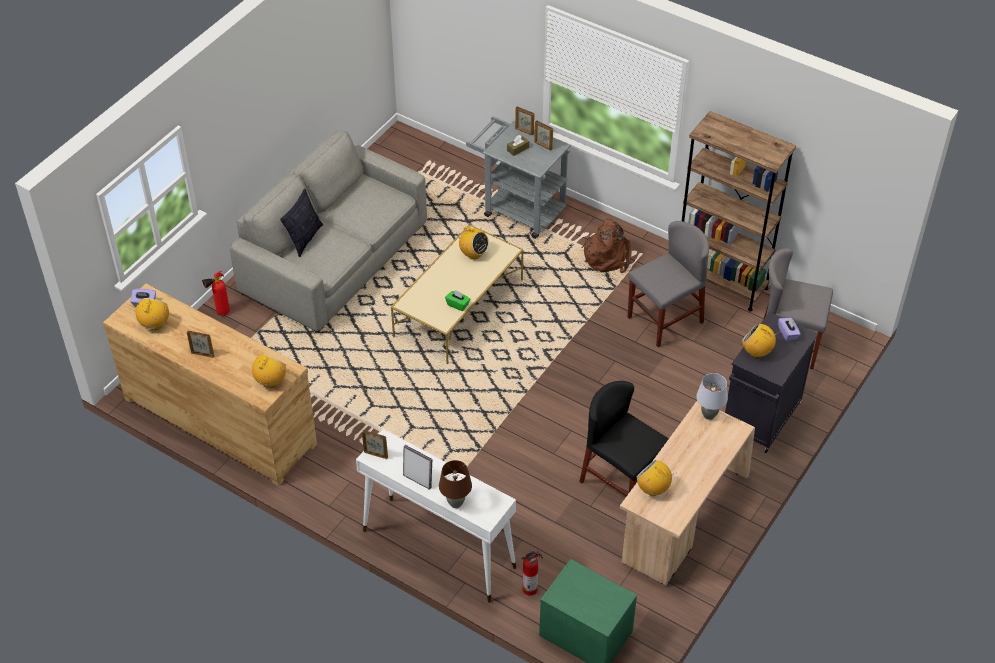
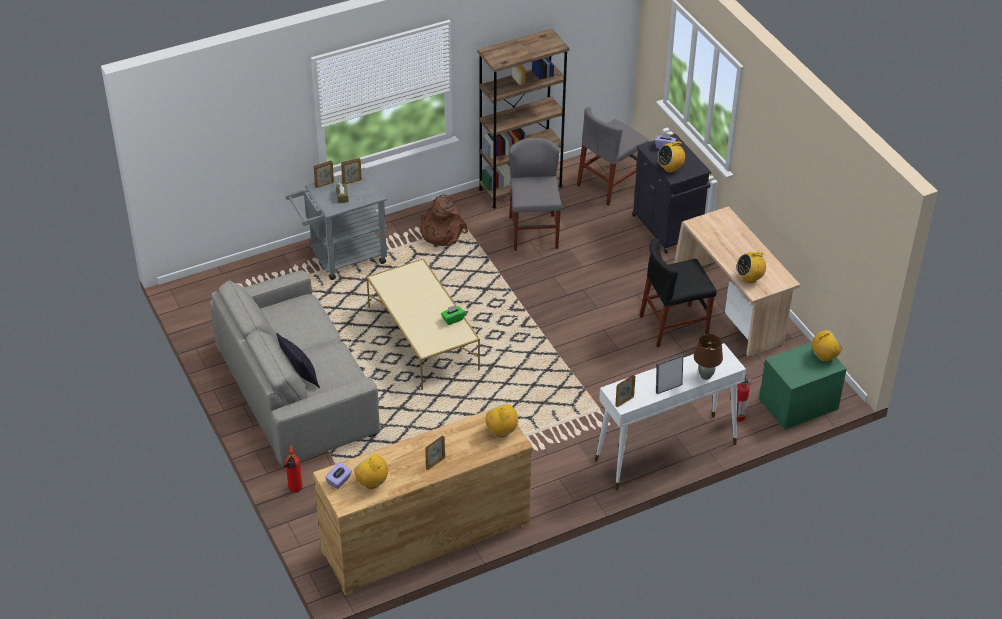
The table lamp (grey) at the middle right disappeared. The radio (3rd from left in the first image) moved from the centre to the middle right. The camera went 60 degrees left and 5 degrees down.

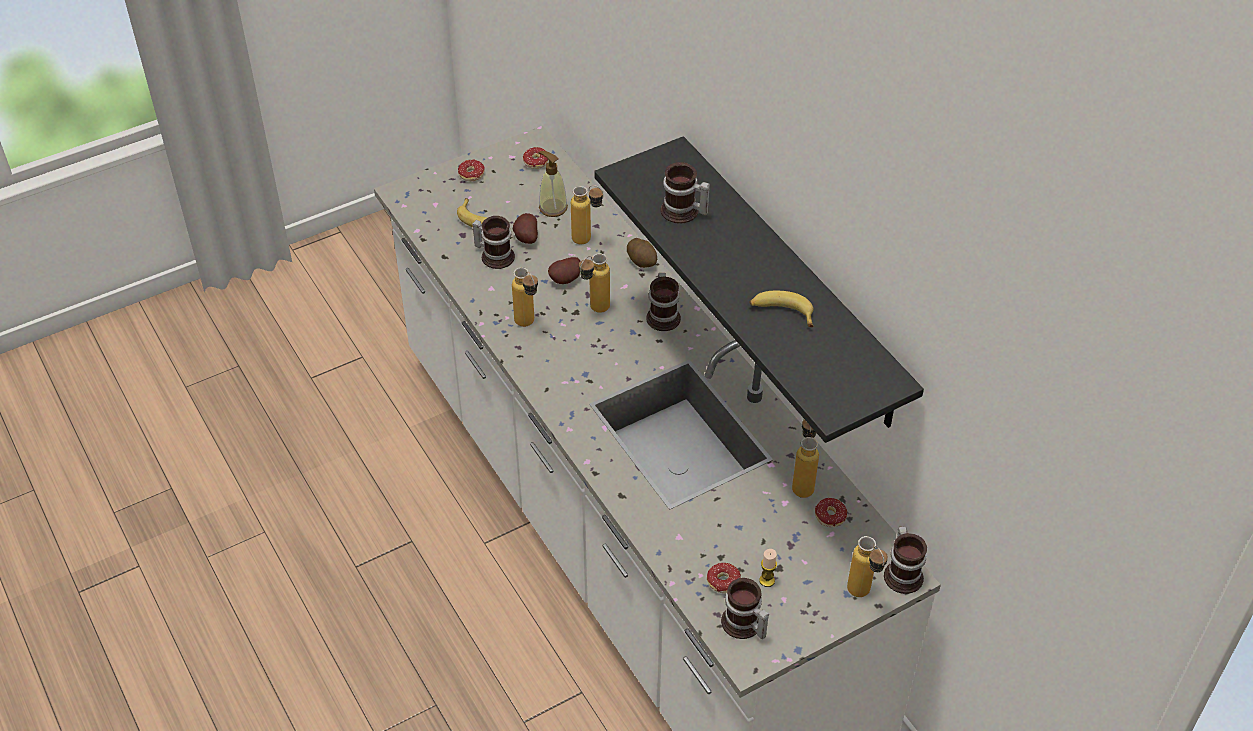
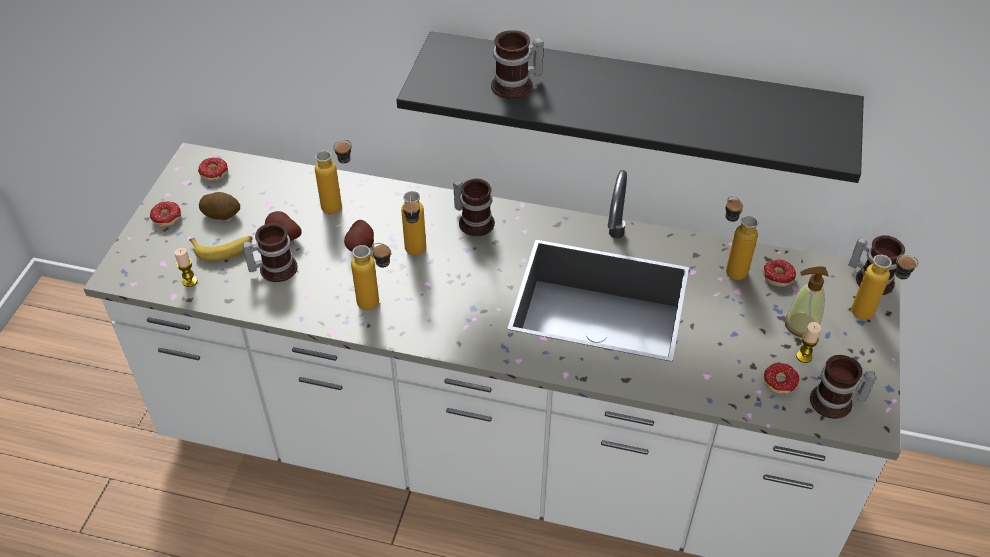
The banana (2nd from left) at the centre disappeared. The candle (1st from left) at the middle left appeared. The soap dispenser moved from the top centre to the middle right. The potato (3rd from left in the first image) moved from the centre to the middle left. The camera went 45 degrees left and 0 degrees up.

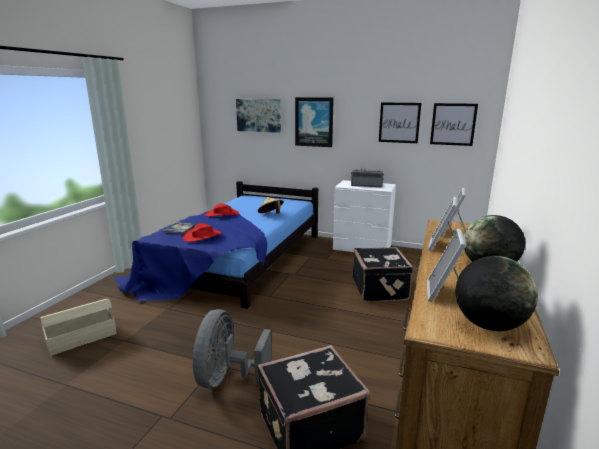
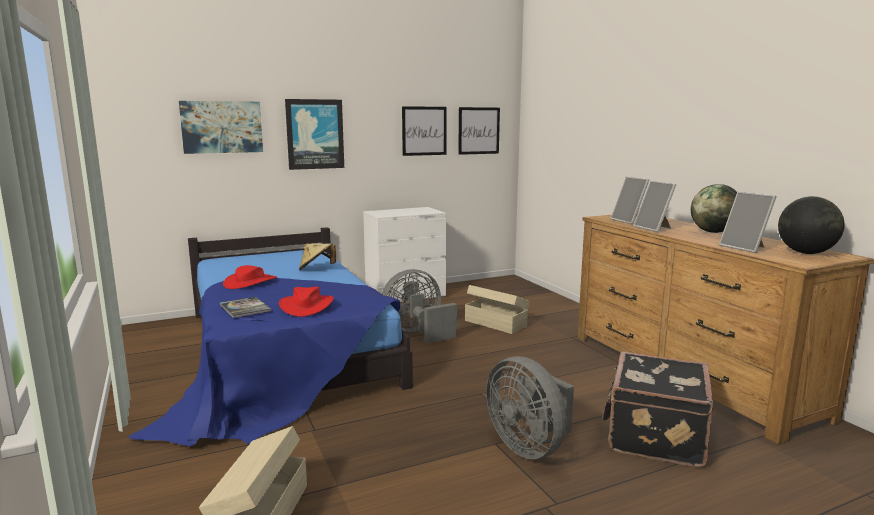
The radio at the centre disappeared. The fan (grey) (1st from left) at the centre appeared. The suitcase (black) (2nd from left) at the centre was replaced by the storage box (beige) (2nd from left) at the centre. The camera went 45 degrees left and 5 degrees down.

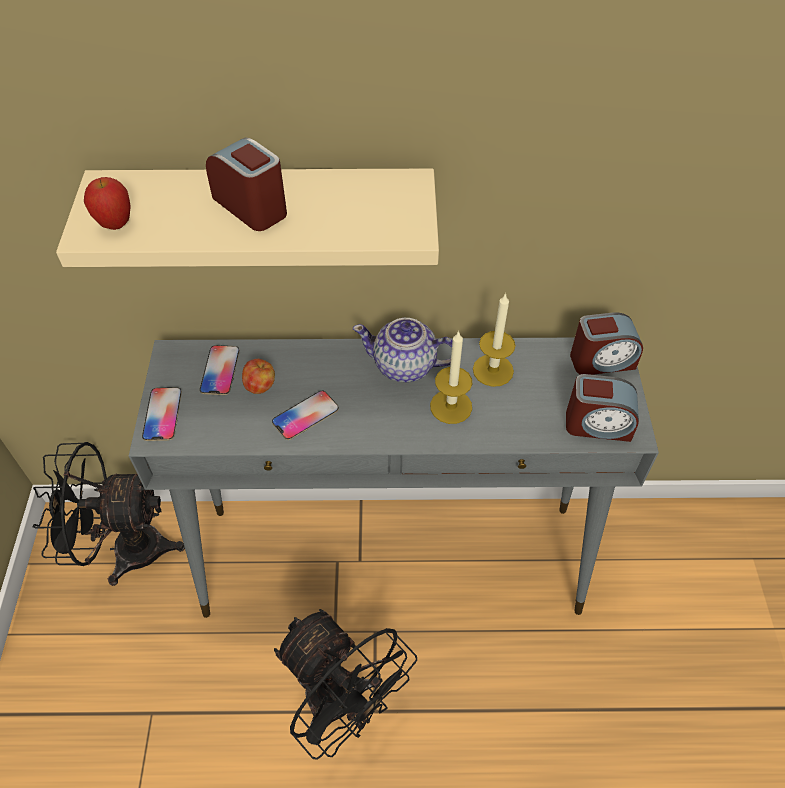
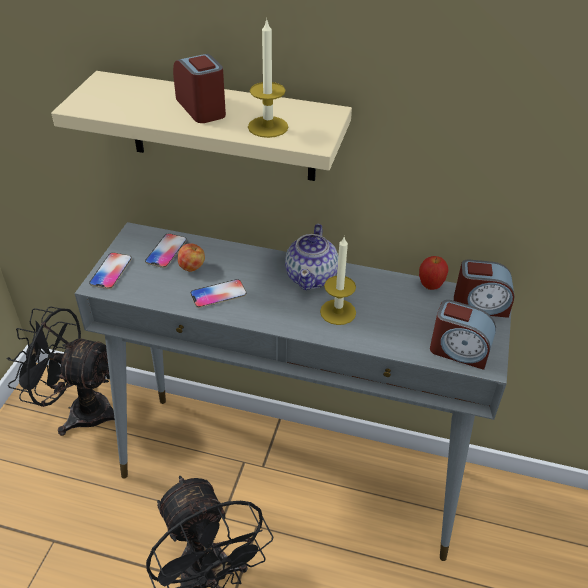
The apple (1st from left in the first image) moved from the top left to the middle right. The candle (2nd from left in the first image) moved from the centre to the top centre. The teapot at the centre turned 105 degrees counterclockwise. The camera went 15 degrees right and 10 degrees down.

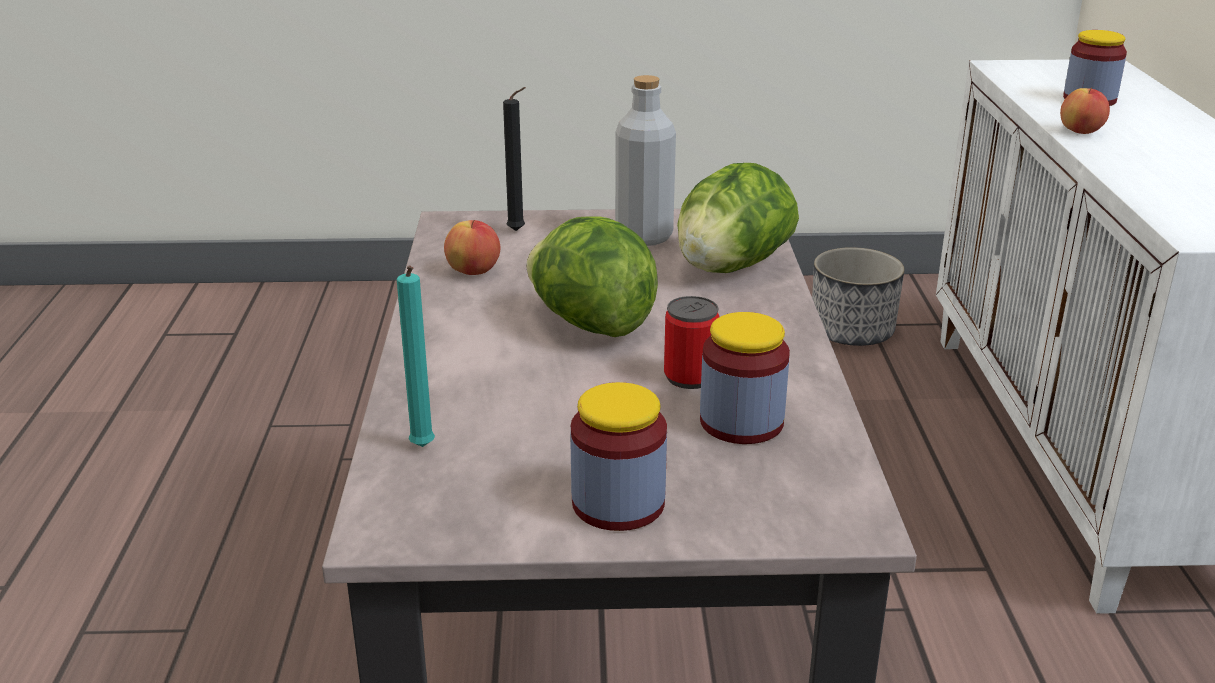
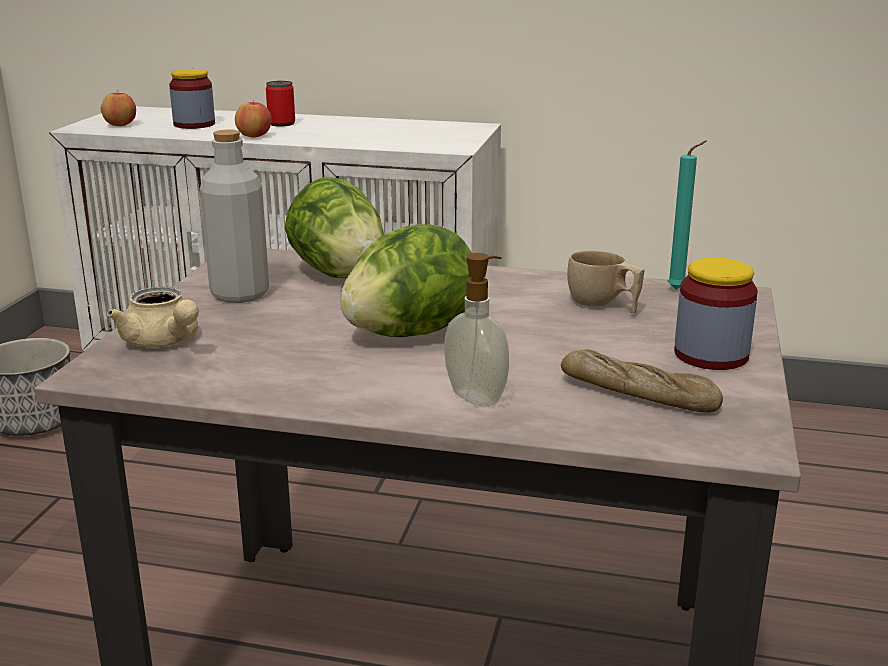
The soap dispenser at the centre appeared. The bread at the middle right appeared. The candle (turquoise) moved from the centre to the top right. The apple (1st from left) moved from the centre to the top left. The can moved from the centre to the top left. The candle (black) at the top centre was replaced by the teapot (beige) at the middle left. The jar (2nd from left) at the centre was replaced by the cup (beige) at the middle right. The camera went 75 degrees left and 5 degrees down.

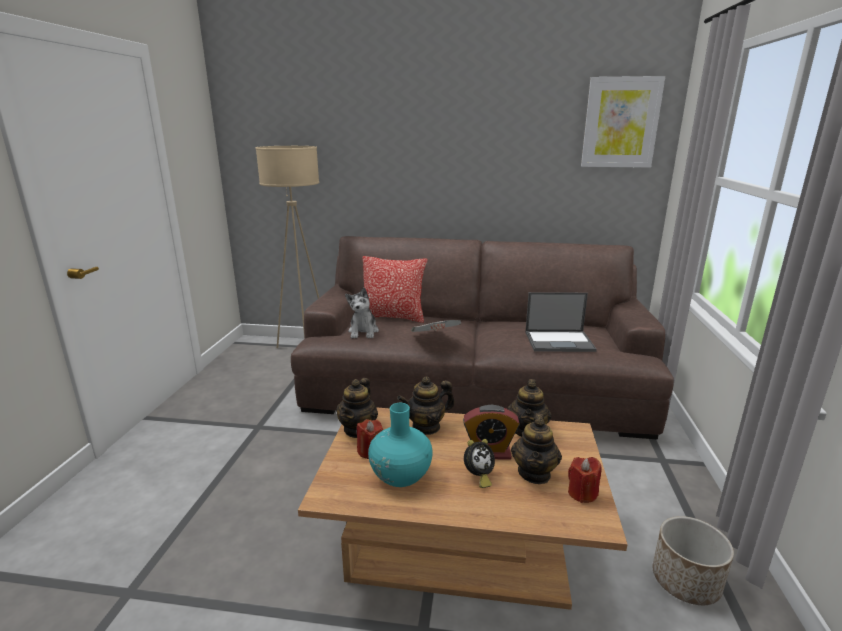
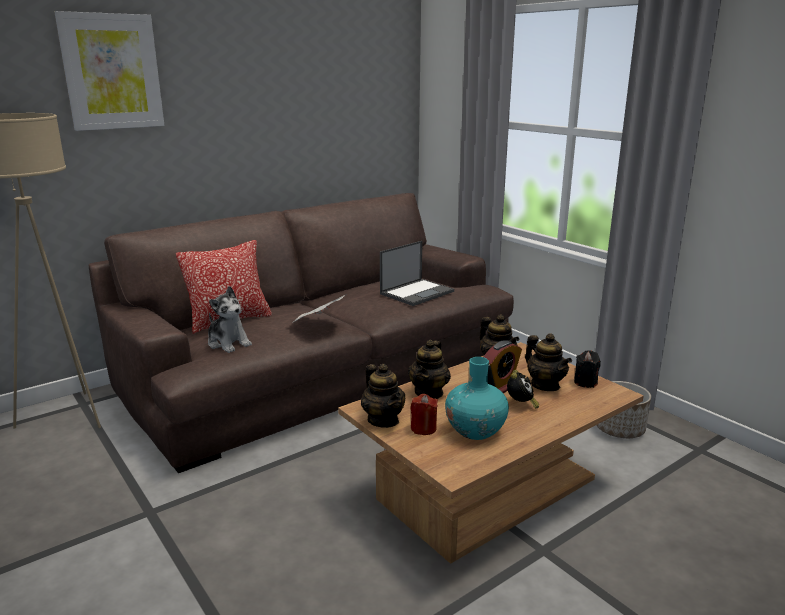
The picture moved from the top right to the top left. The candle (red) (2nd from left) at the bottom right became the candle (black) at the middle right. The camera went 45 degrees left and 0 degrees up.

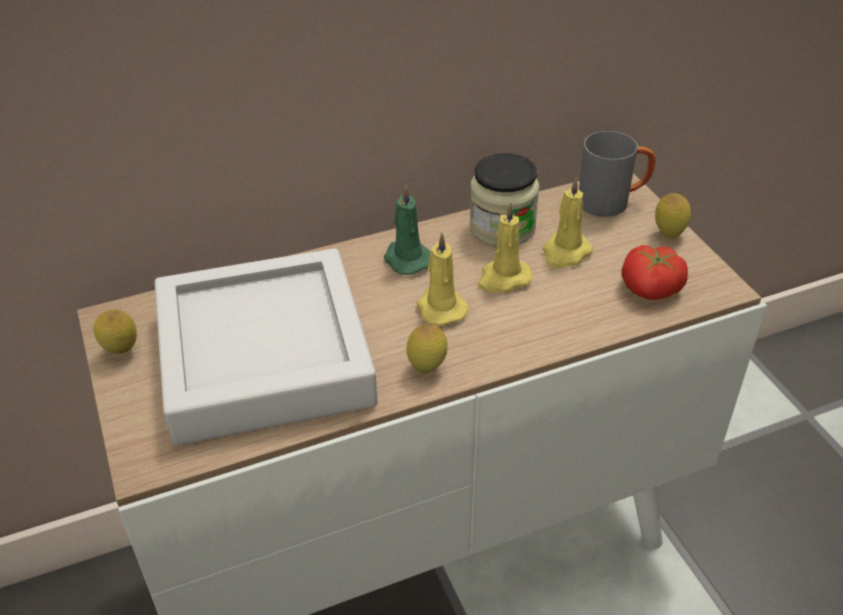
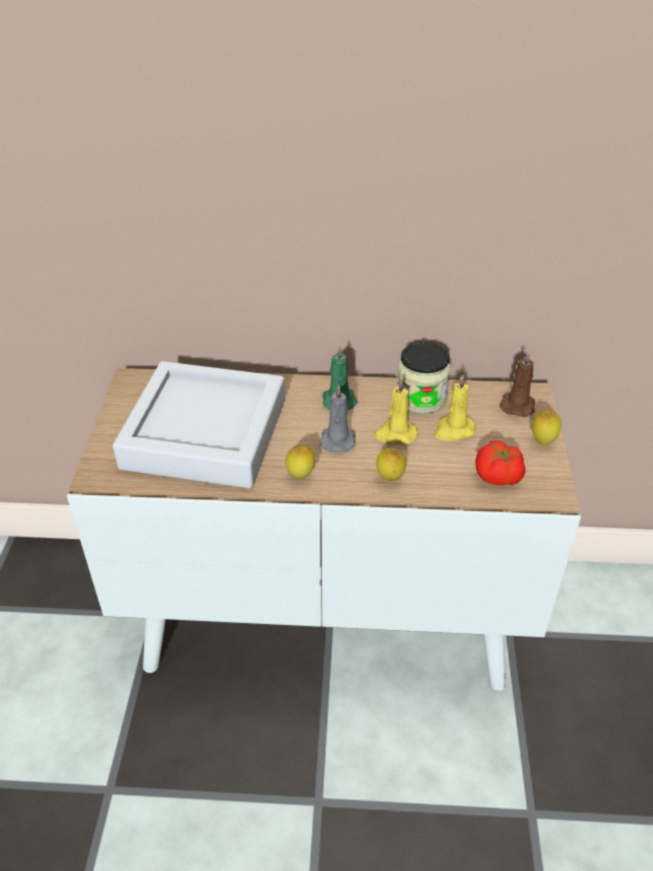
The lemon (1st from left in the first image) moved from the middle left to the centre. The mug (grey) at the top right was replaced by the candle (brown) at the middle right. The candle (yellow) (1st from left) at the centre became the candle (grey) at the centre. The camera went 25 degrees right and 0 degrees up.

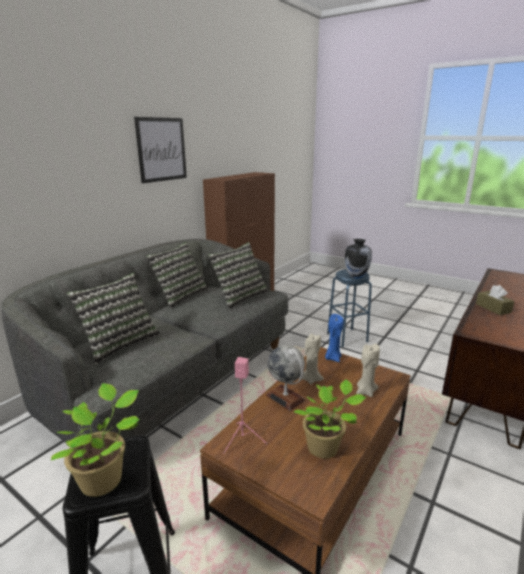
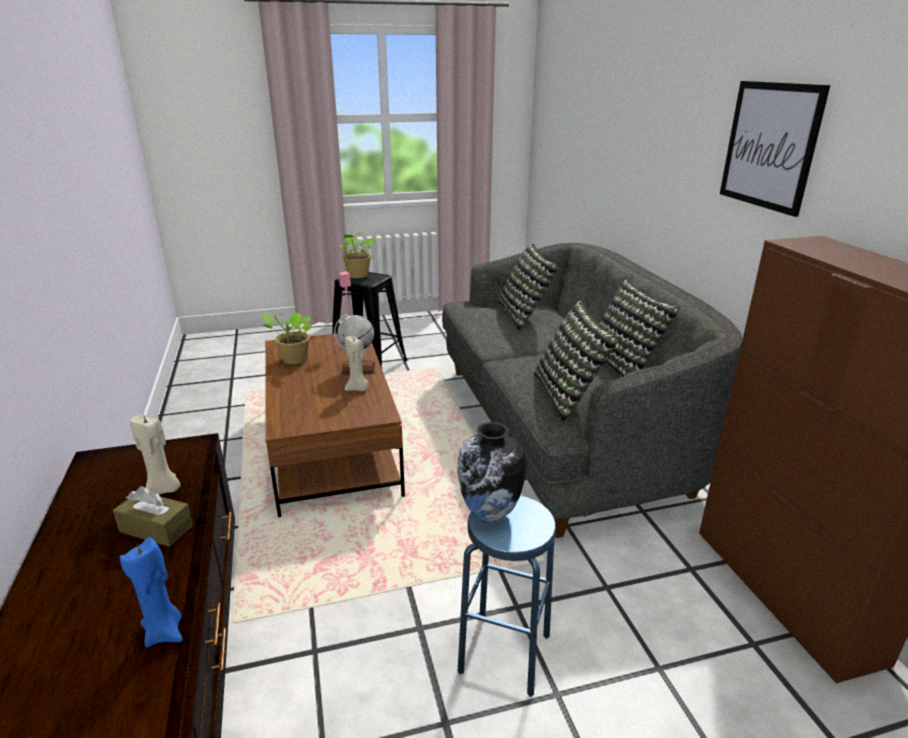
The candle (blue) moved from the centre to the bottom left. The candle (beige) (2nd from left in the first image) moved from the middle right to the middle left. The camera went 130 degrees right and 5 degrees up.

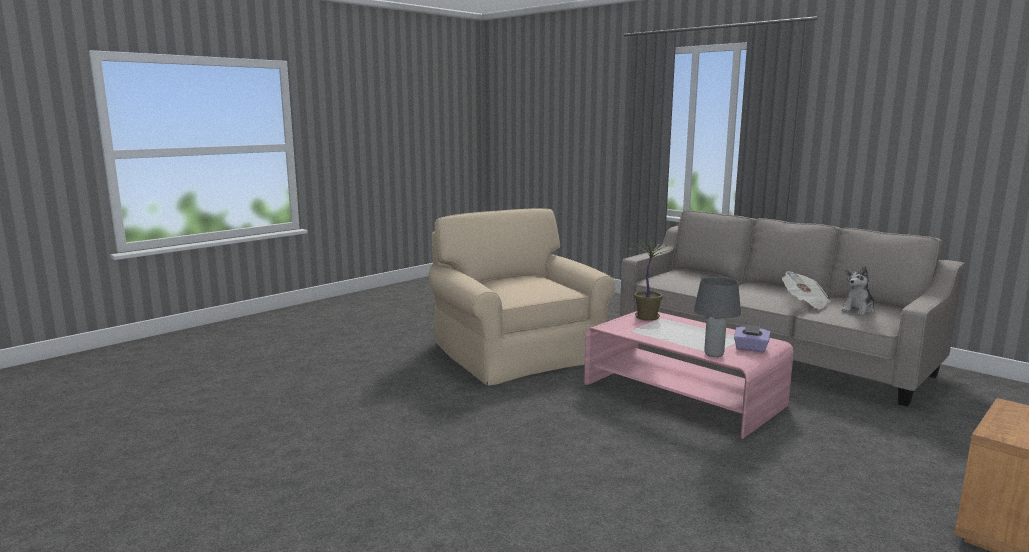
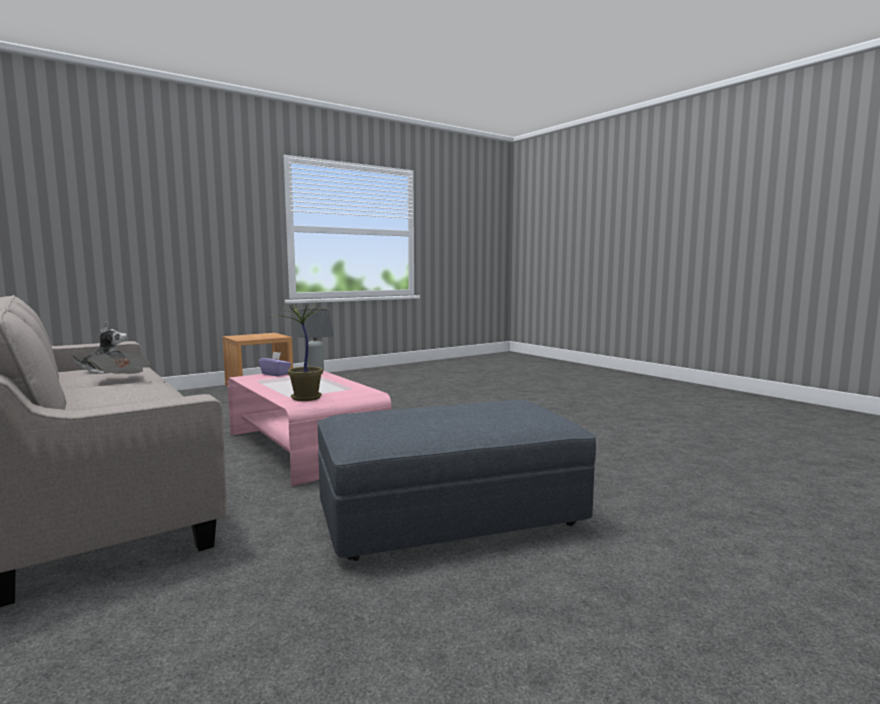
The armchair (beige) at the centre was replaced by the ottoman (grey) at the bottom centre. The camera went 170 degrees left and 5 degrees down.

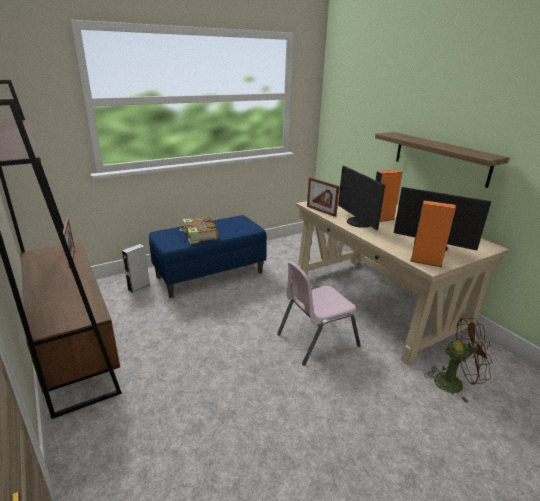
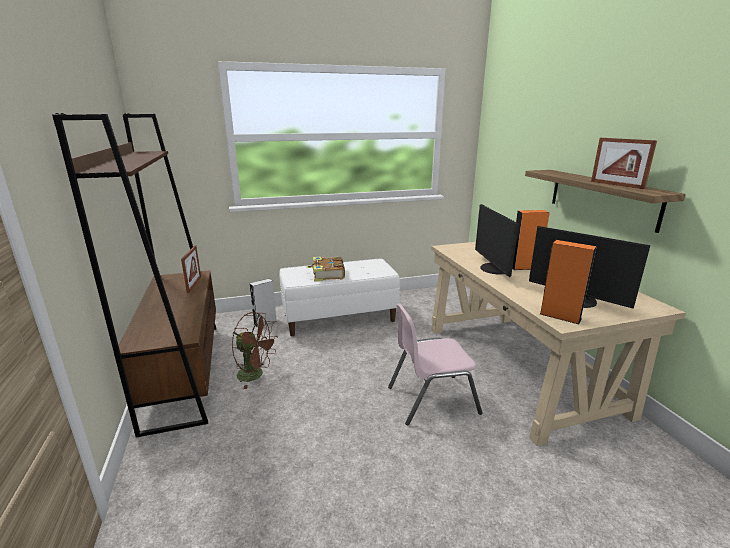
The picture frame (2nd from left) moved from the centre to the top right. The fan (brown) moved from the bottom right to the centre. The bench (blue) at the centre became the bench (white) at the centre. The camera went 15 degrees right and 5 degrees down.

